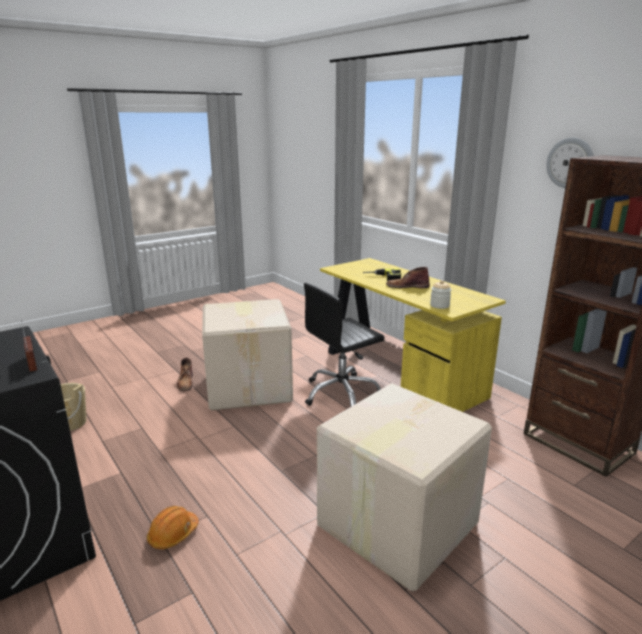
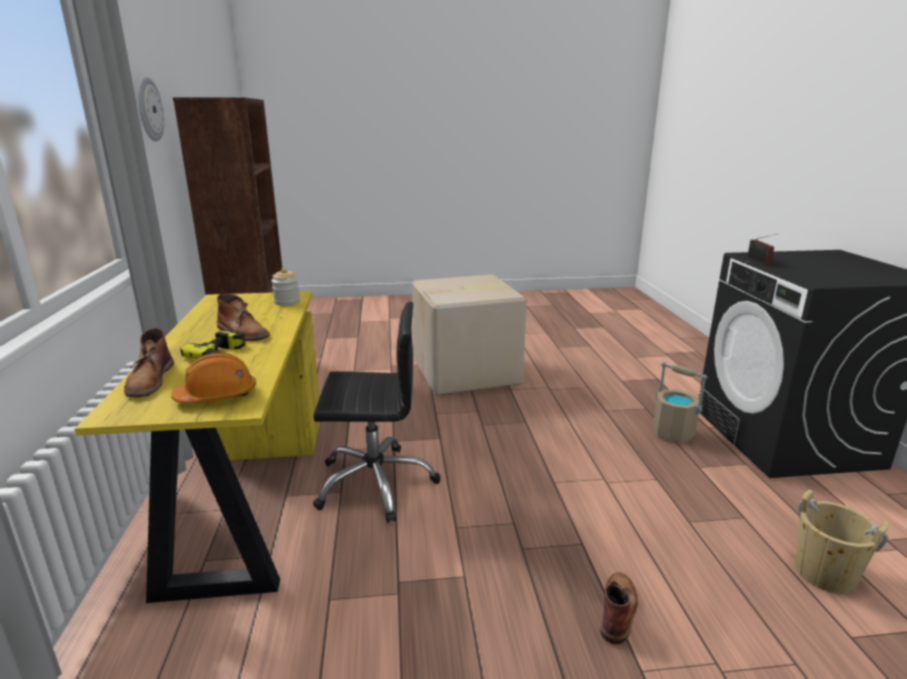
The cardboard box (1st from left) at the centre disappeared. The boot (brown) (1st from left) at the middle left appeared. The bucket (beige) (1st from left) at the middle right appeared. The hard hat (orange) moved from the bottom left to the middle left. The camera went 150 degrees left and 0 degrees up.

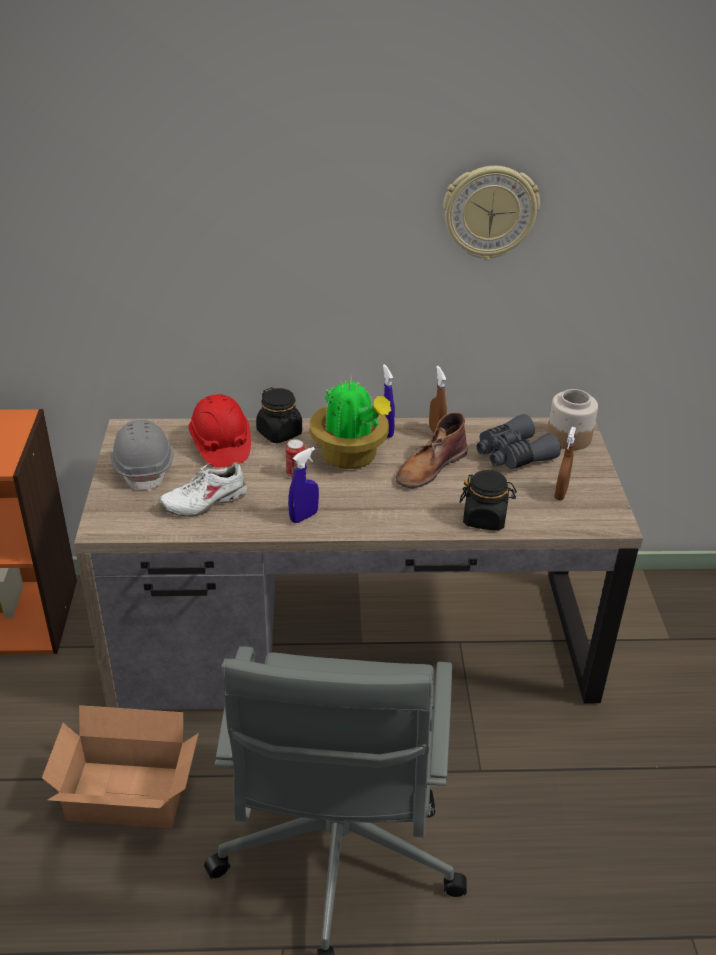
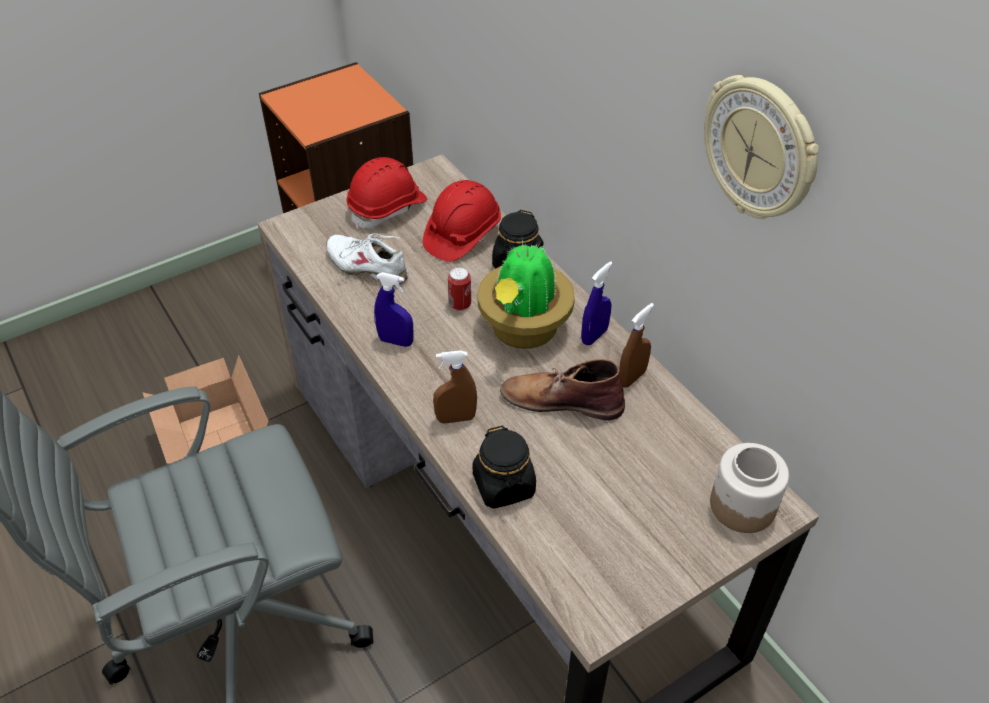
The binoculars (grey) at the middle right disappeared. The spray bottle (brown) (2nd from left in the first image) moved from the middle right to the centre. The hard hat (grey) at the middle left became the hard hat (red) (1st from left) at the top centre. The camera went 60 degrees right and 10 degrees up.

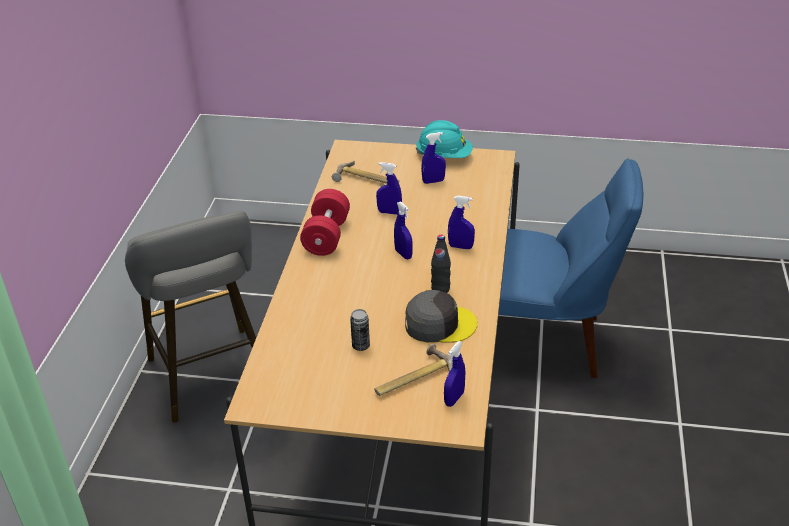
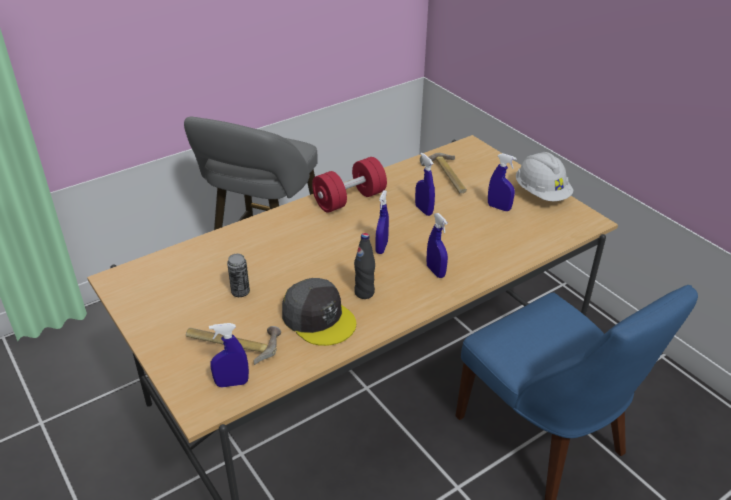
The hard hat (turquoise) at the top centre became the hard hat (white) at the middle right. The camera went 45 degrees right and 0 degrees up.

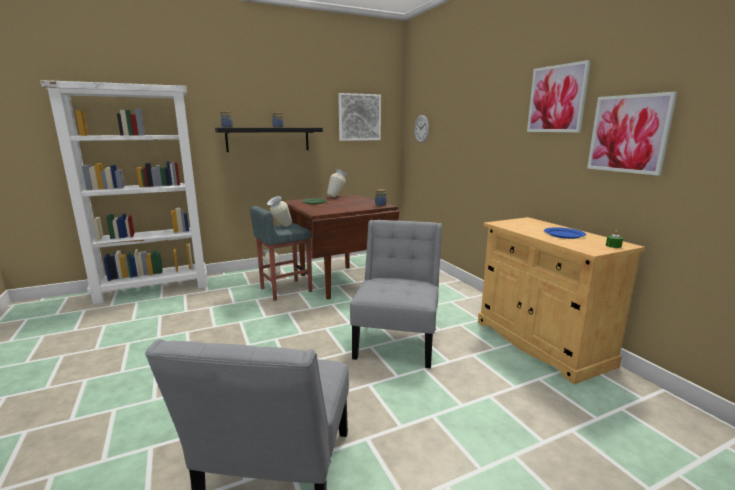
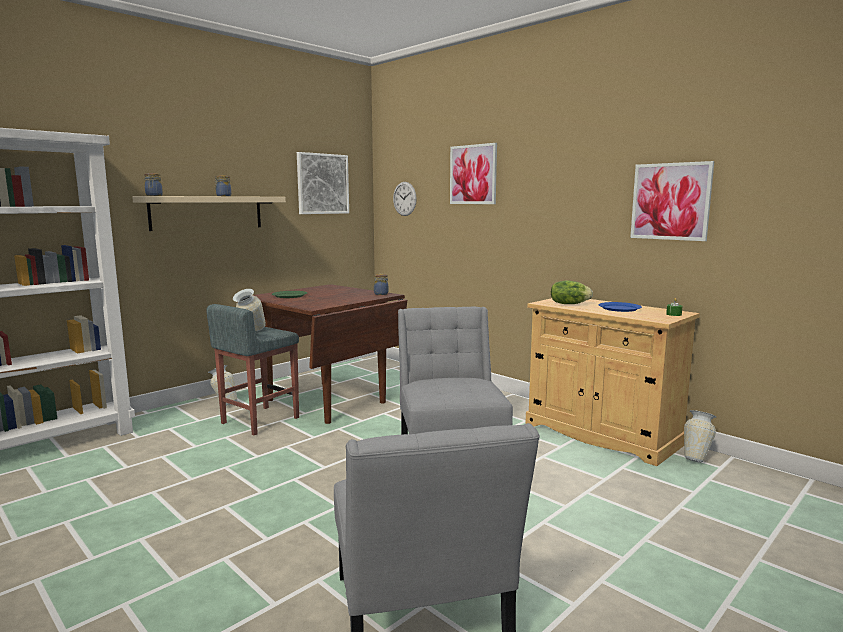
The lettuce at the middle right appeared. The vase (3rd from left) moved from the centre to the bottom right. The picture (2nd from left) moved from the top right to the top centre. The shelf (black) at the top centre became the shelf (beige) at the middle left. The camera went 20 degrees left and 5 degrees down.

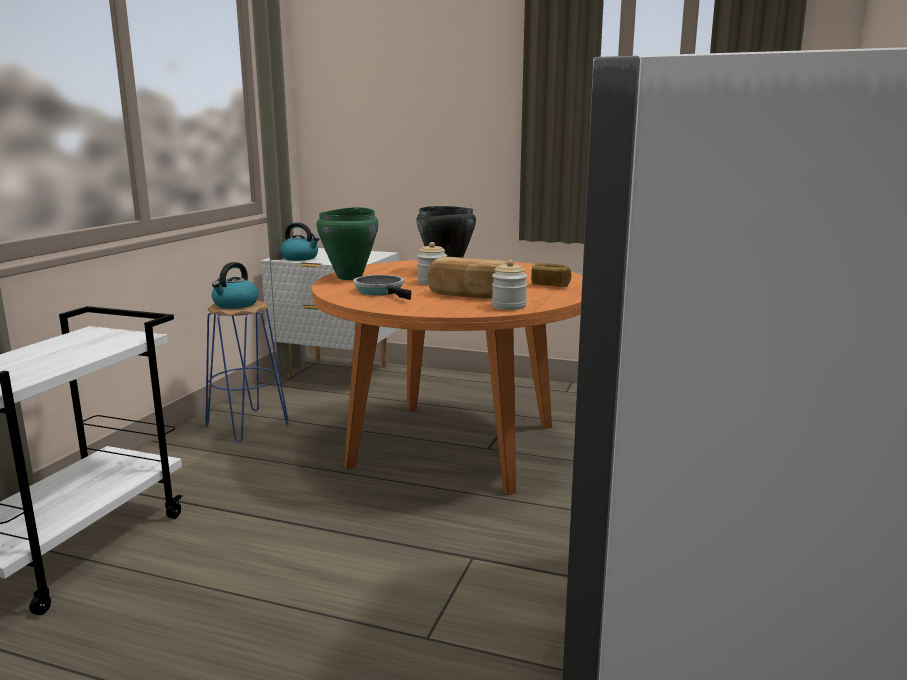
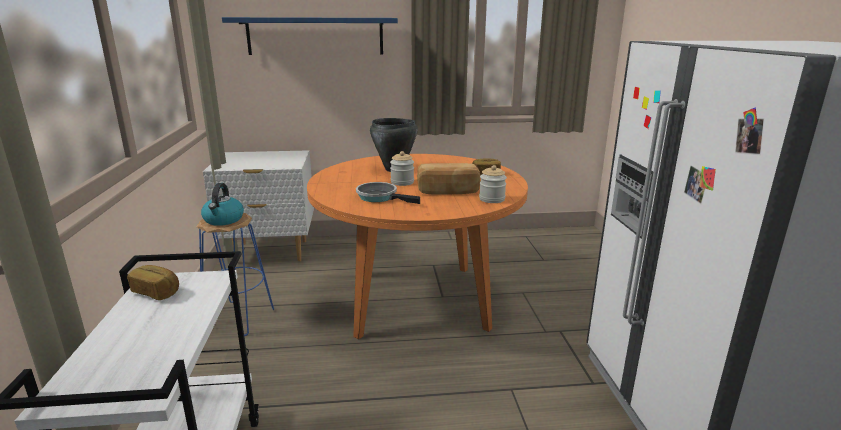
The kettle (2nd from left) at the middle left disappeared. The cooking pot (green) at the centre disappeared. The bread (1st from left) at the middle left appeared. The shelf (blue) at the top centre appeared. The camera went 25 degrees left and 5 degrees up.

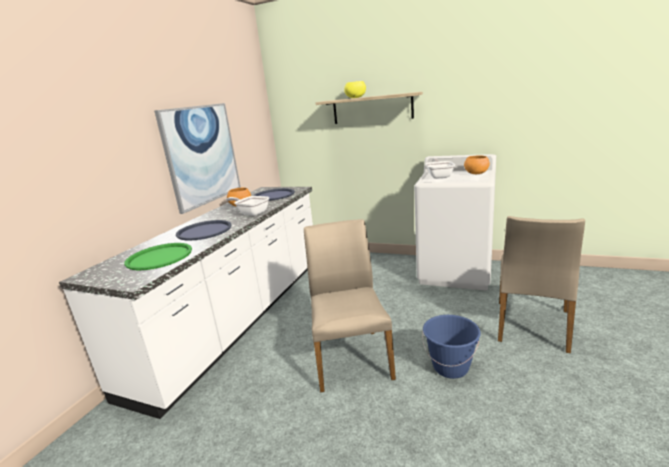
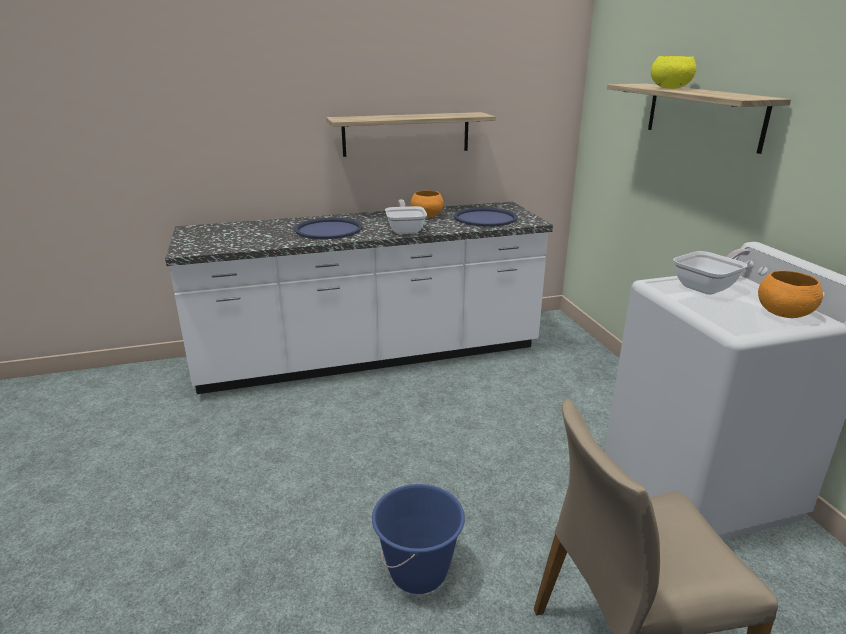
The tray (green) at the middle left disappeared. The chair (beige) (1st from left) at the centre disappeared. The picture at the middle left was replaced by the shelf (1st from left) at the top centre. The camera went 50 degrees right and 5 degrees up.

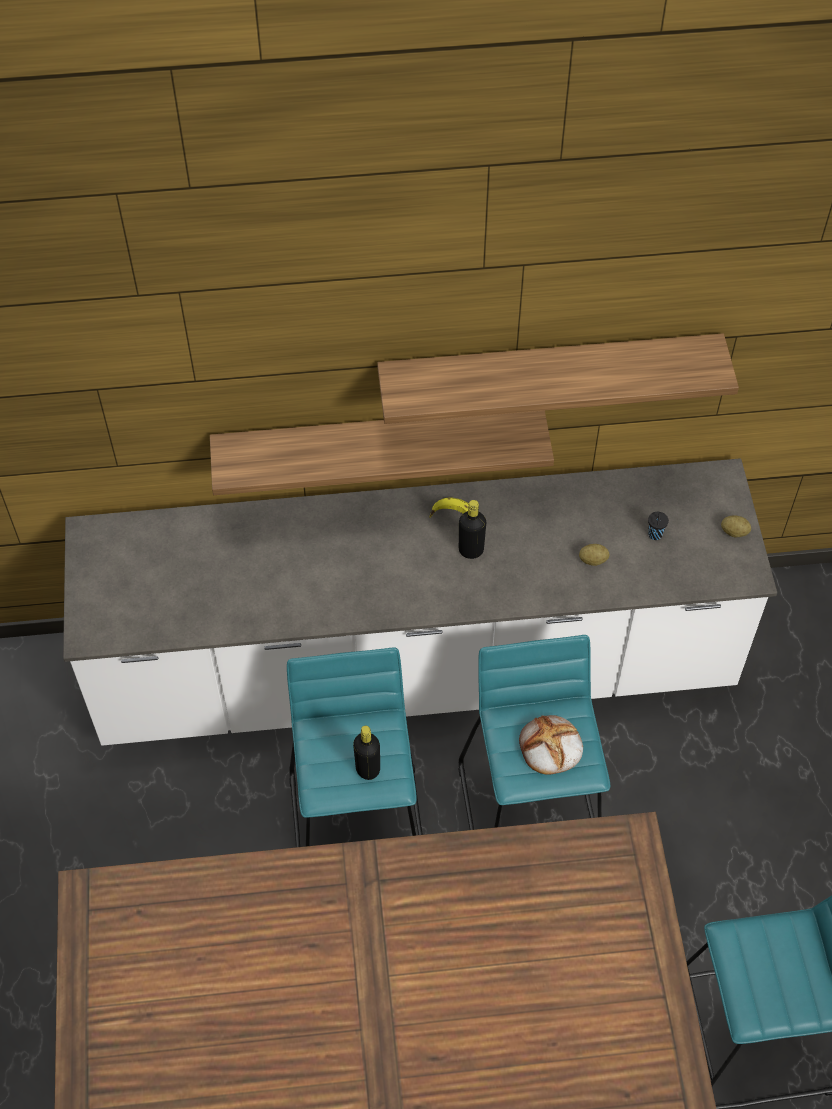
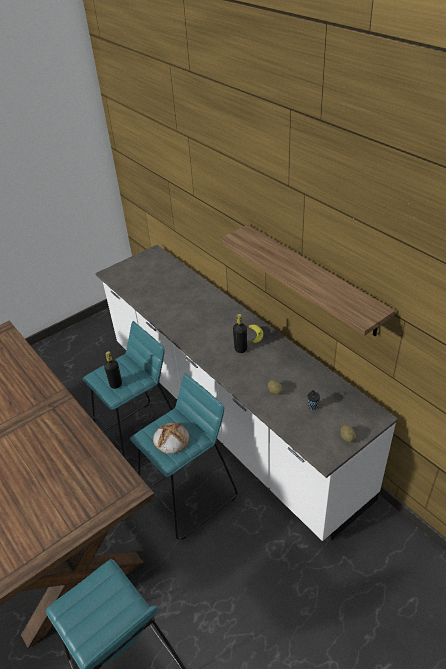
The shelf (1st from left) at the centre disappeared. The camera went 60 degrees right and 15 degrees down.

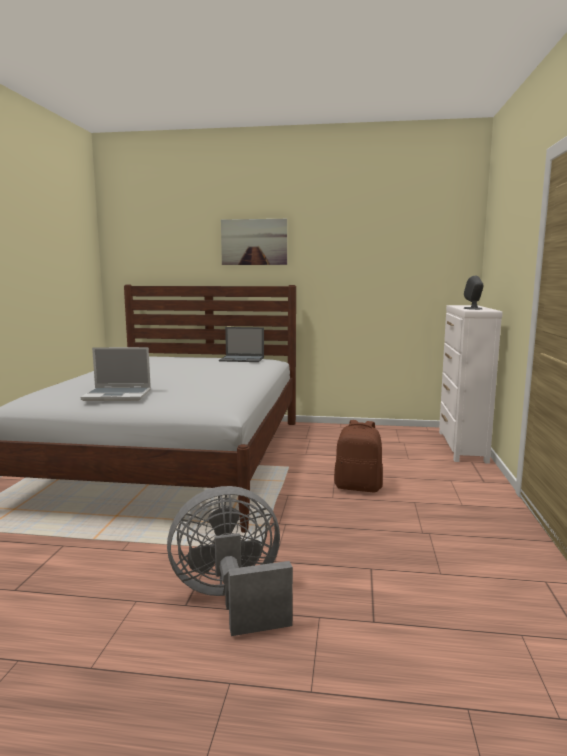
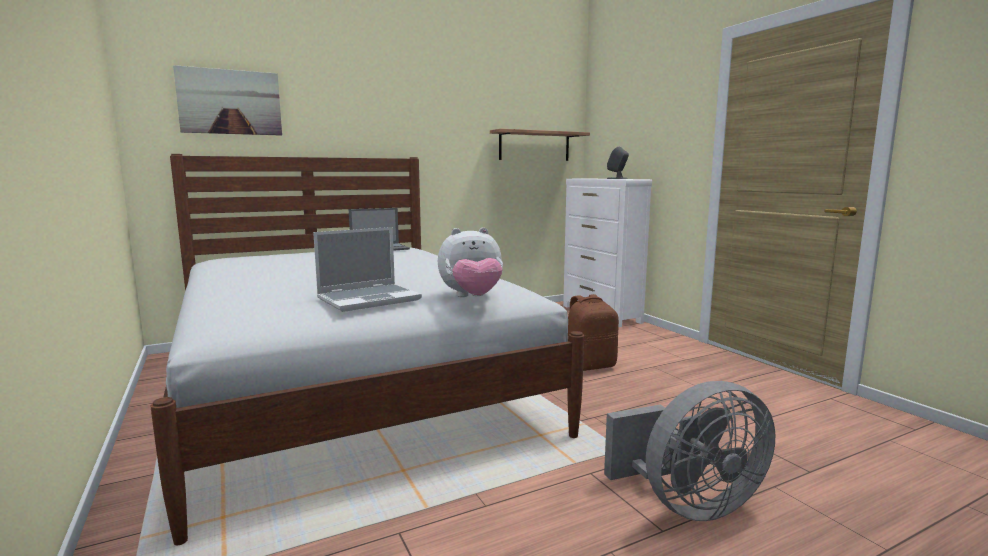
The plush toy at the centre appeared. The shelf at the top centre appeared. The picture moved from the top centre to the top left. The fan (grey) at the bottom centre turned 150 degrees counterclockwise. The camera went 35 degrees left and 0 degrees up.

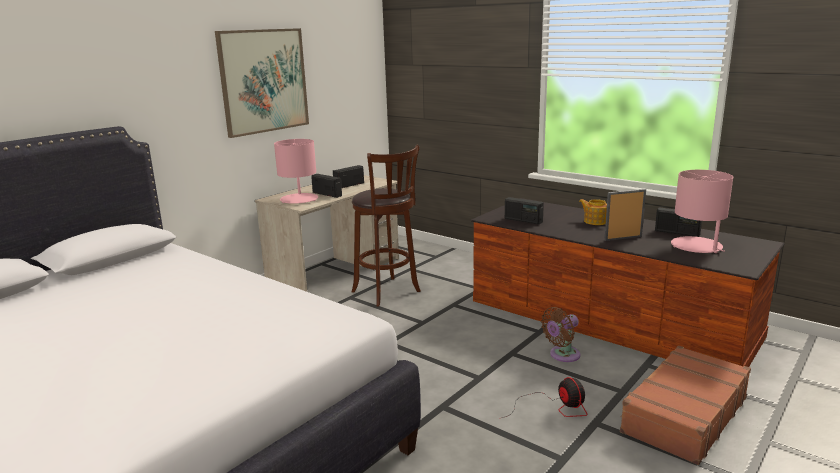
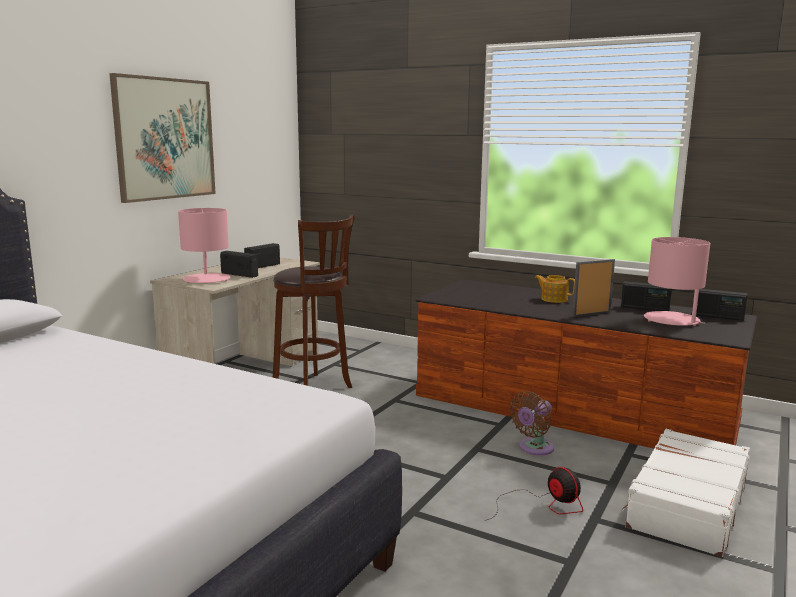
The radio (3rd from left in the first image) moved from the centre to the middle right. The suitcase (brown) at the bottom right became the suitcase (white) at the bottom right. The camera went 10 degrees left and 5 degrees down.

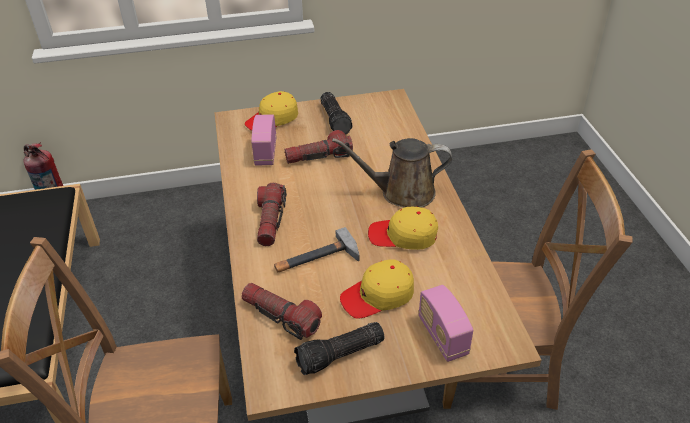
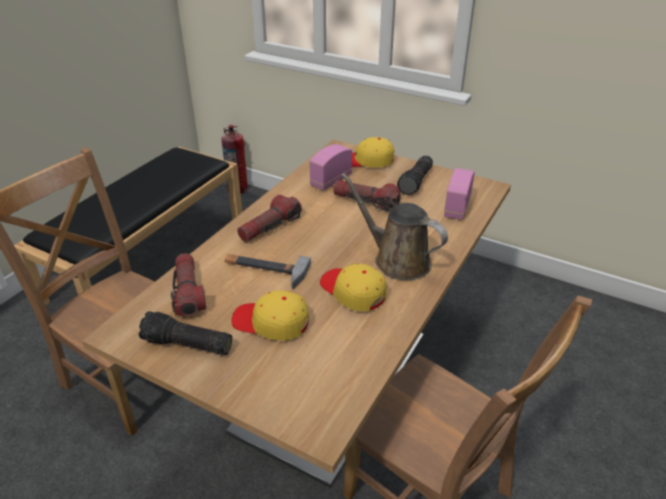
The radio (2nd from left) moved from the bottom centre to the middle right. The camera went 40 degrees right and 5 degrees down.

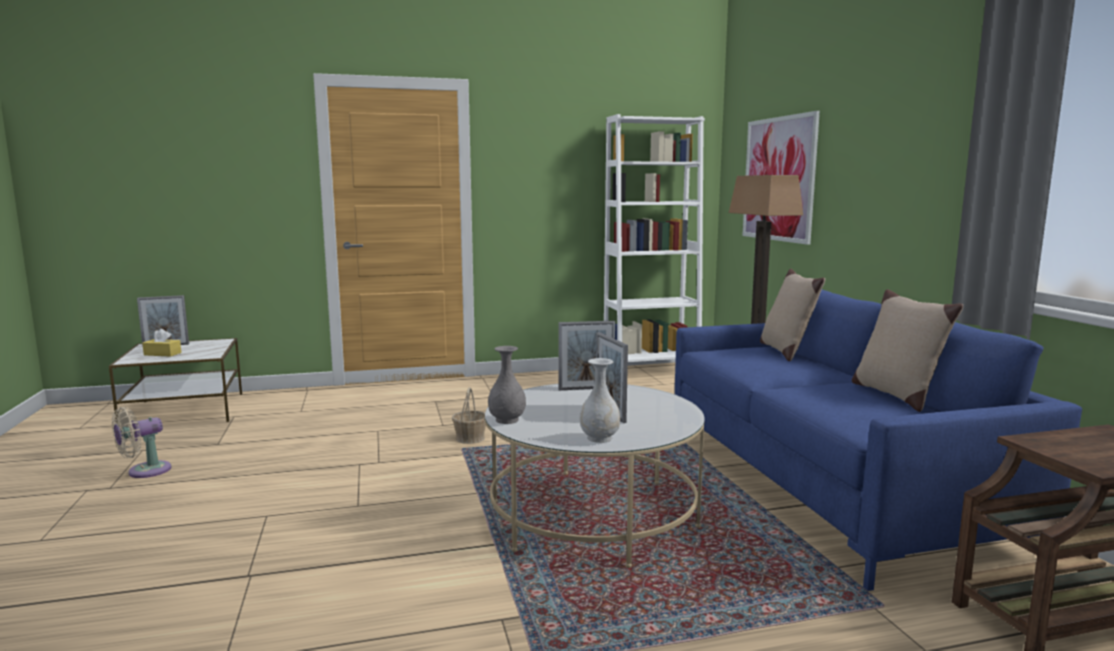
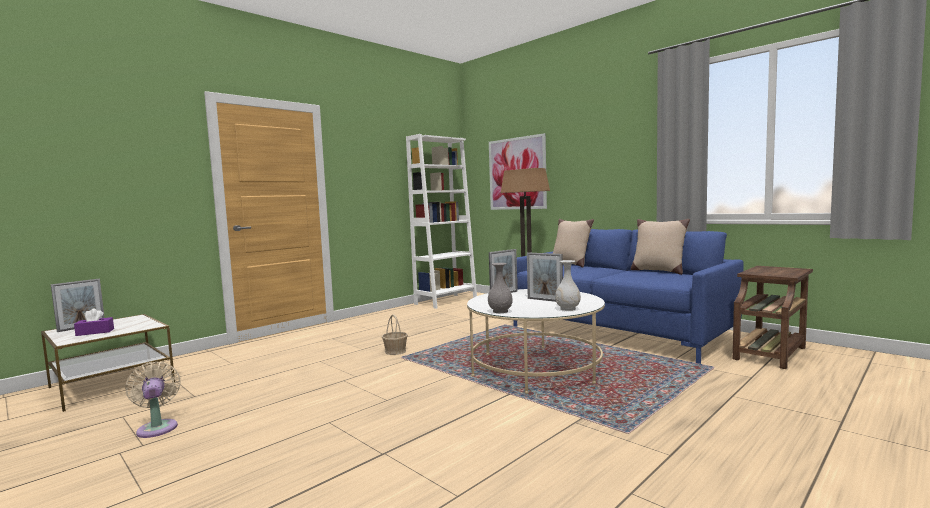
The tissue box (yellow) at the middle left became the tissue box (purple) at the middle left. The fan (beige) at the bottom left turned 135 degrees clockwise. The camera went 30 degrees left and 5 degrees down.

